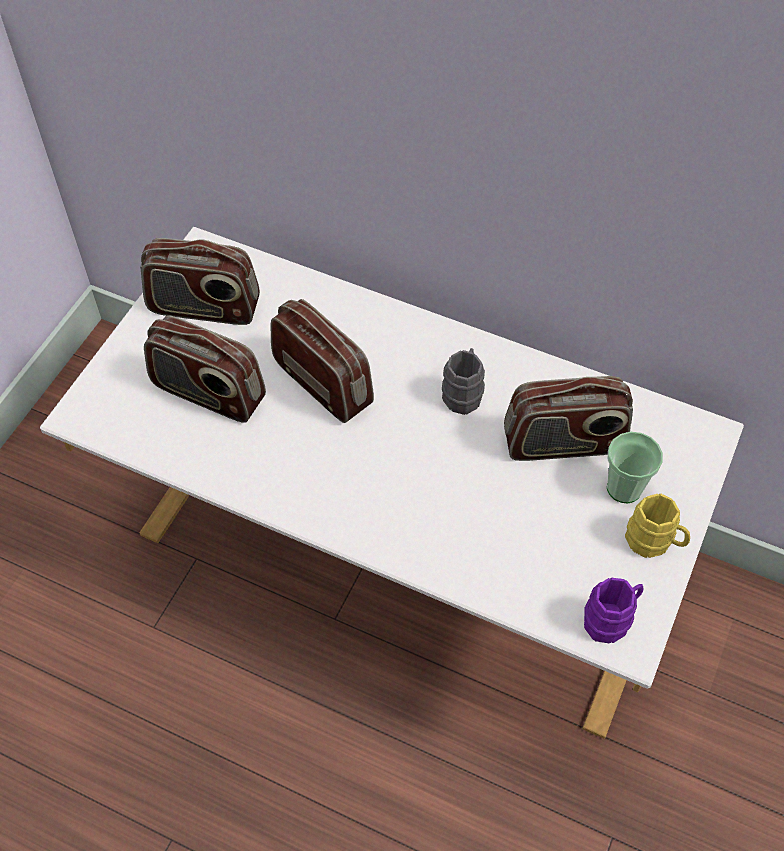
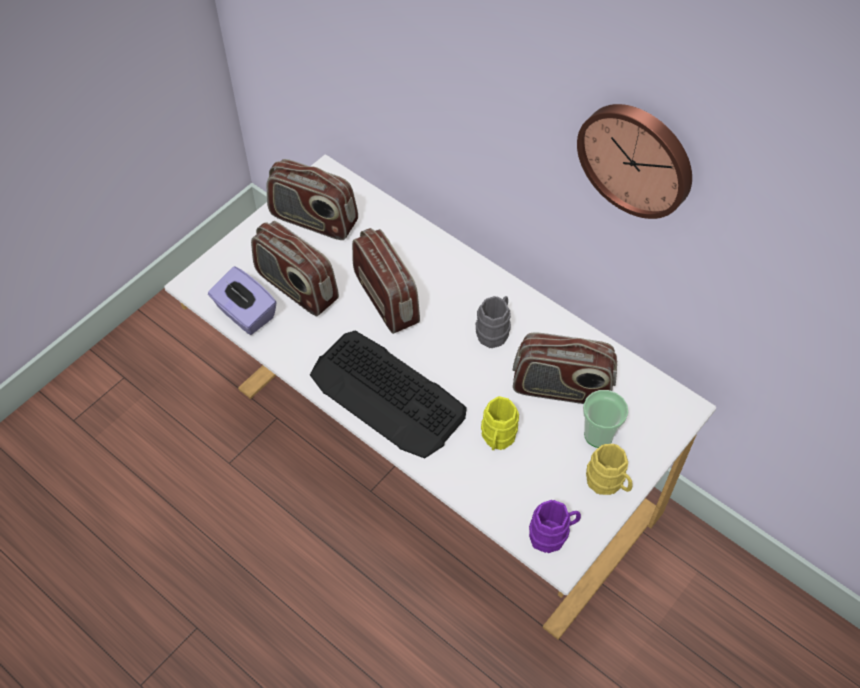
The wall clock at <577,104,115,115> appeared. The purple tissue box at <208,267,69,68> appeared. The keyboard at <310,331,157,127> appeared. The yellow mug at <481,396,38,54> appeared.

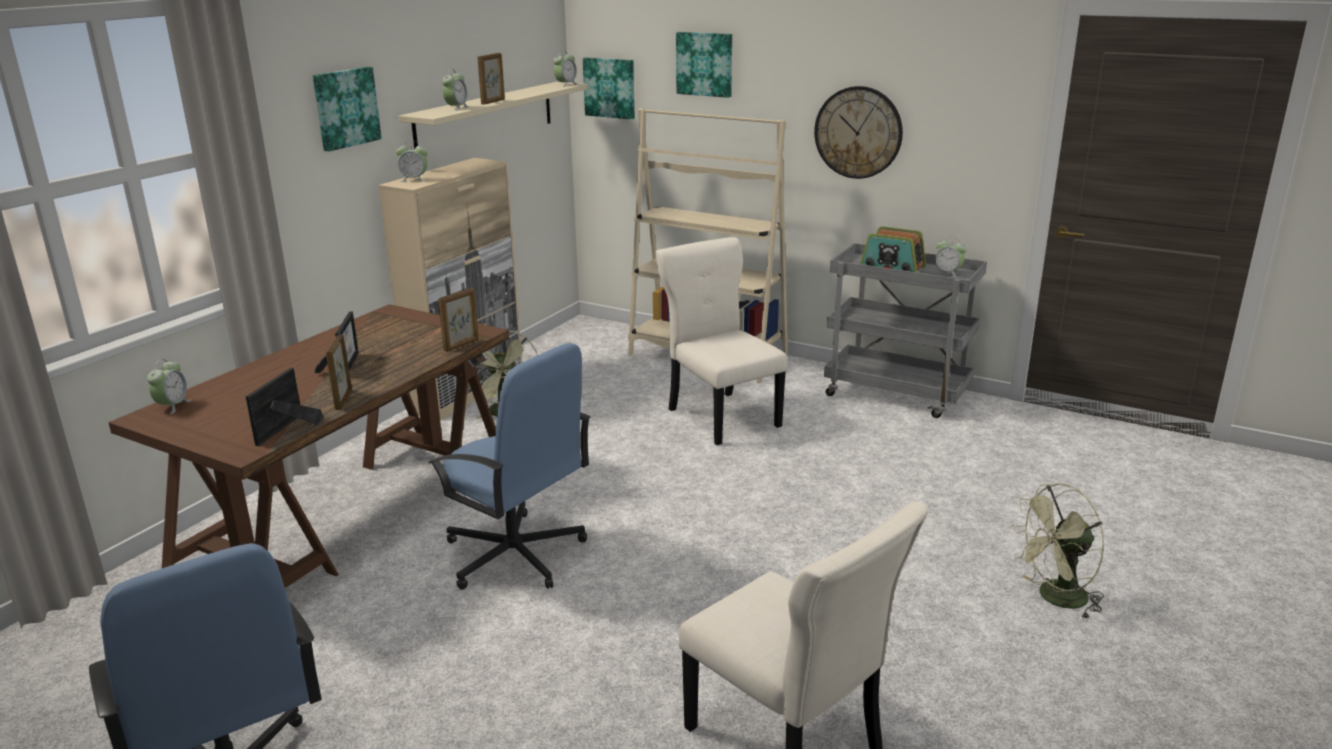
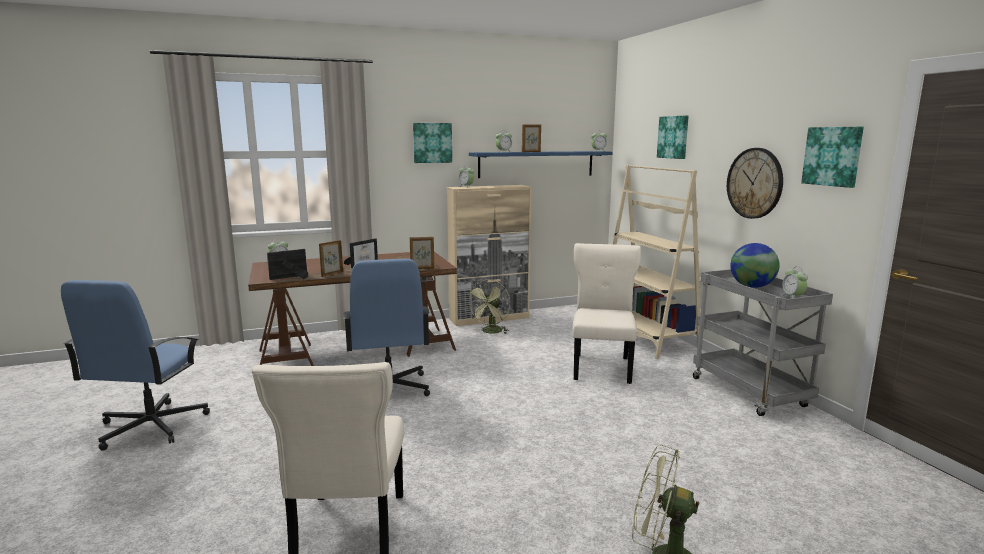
The picture moved from <583,57,52,62> to <801,127,63,61>. The beige shelf at <398,82,190,68> became the blue shelf at <469,151,144,27>. The radio at <860,226,66,46> was replaced by the globe at <730,243,50,45>.

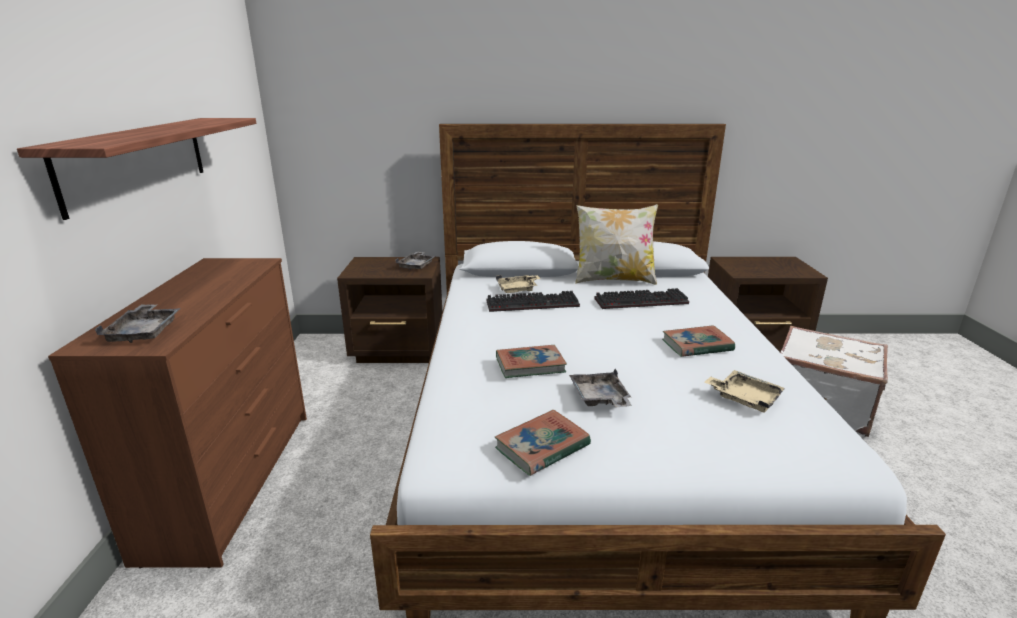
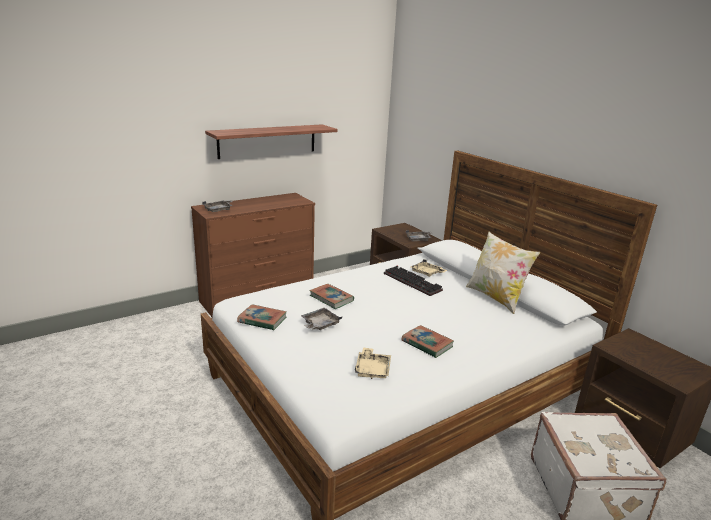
The keyboard at <594,288,95,21> disappeared.

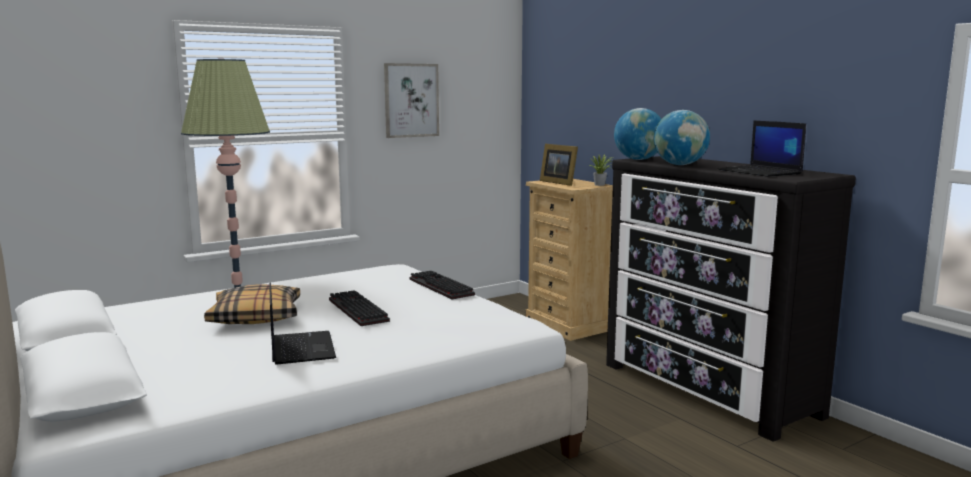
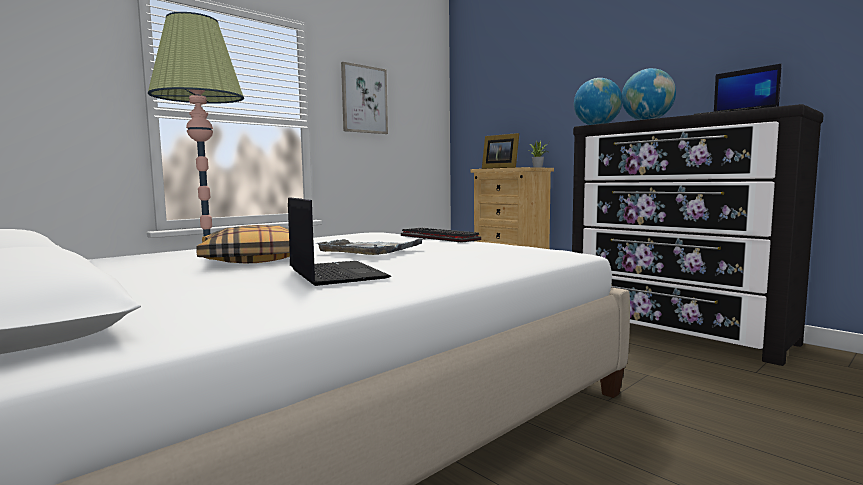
The keyboard at <329,290,61,36> was replaced by the grey tray at <316,238,108,17>.

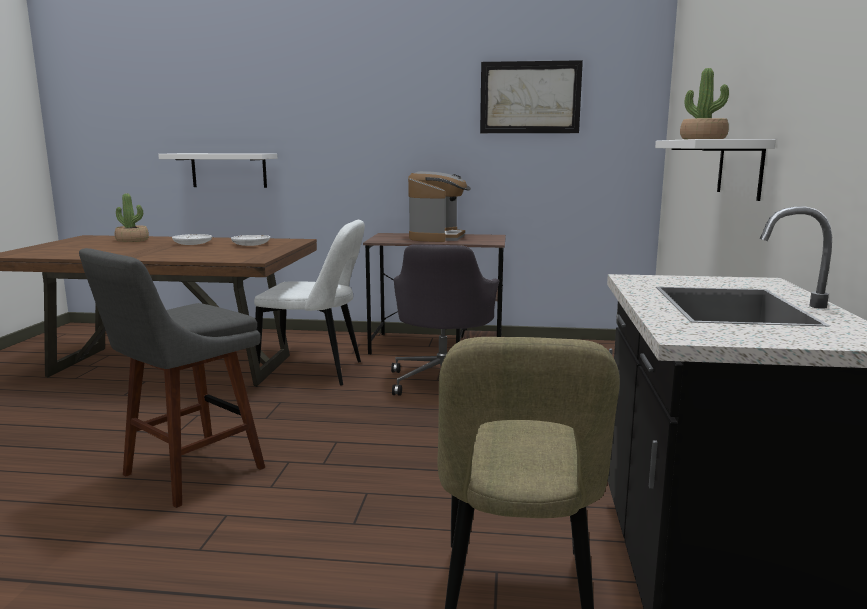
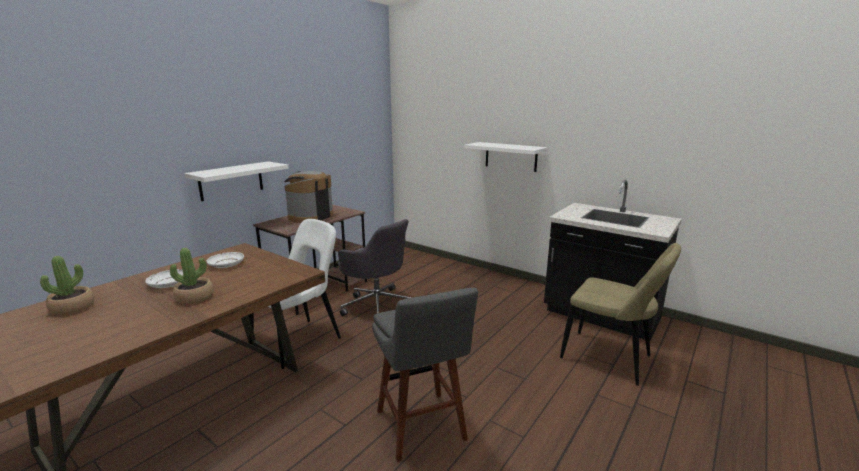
The picture at <480,60,103,73> disappeared. The potted plant moved from <680,68,49,72> to <170,248,43,56>. The white shelf moved from <158,153,119,35> to <184,161,105,40>. The coffee machine at <408,171,63,71> turned 105 degrees counterclockwise.

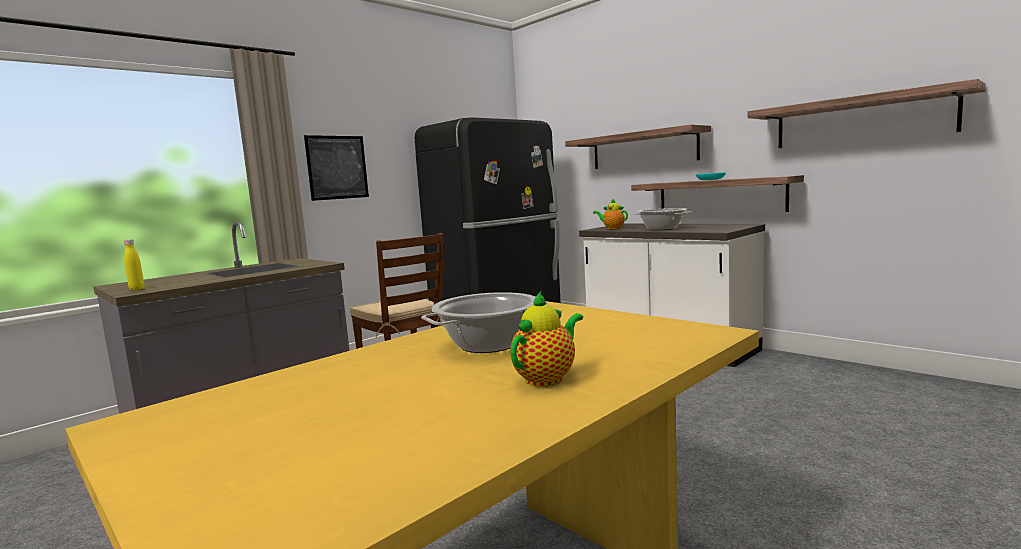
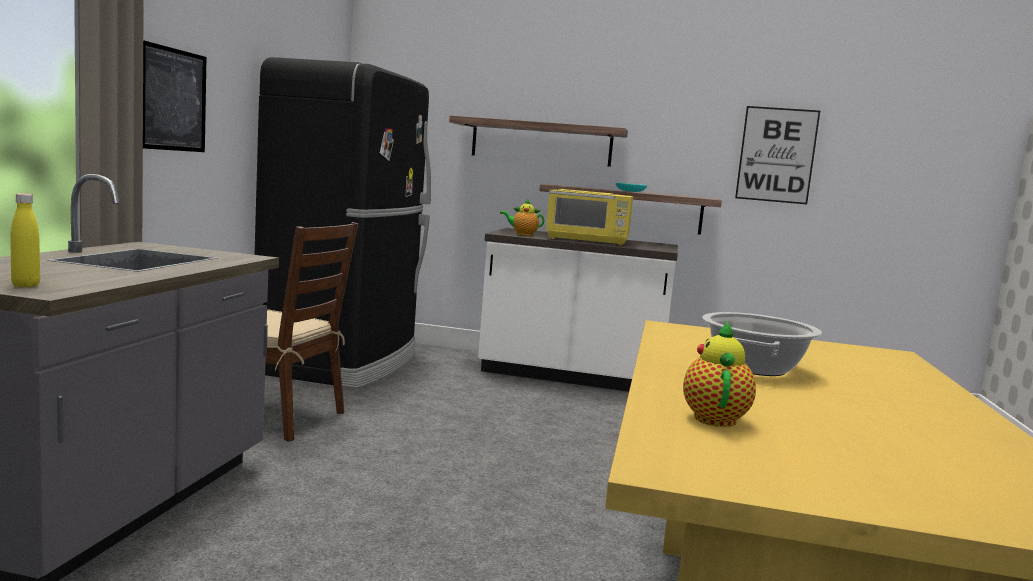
The shelf at <748,79,238,69> was replaced by the picture at <735,106,85,98>. The cooking pot at <634,208,57,22> was replaced by the yellow microwave at <546,189,87,57>. The teapot moved from <510,291,73,96> to <683,321,73,106>.

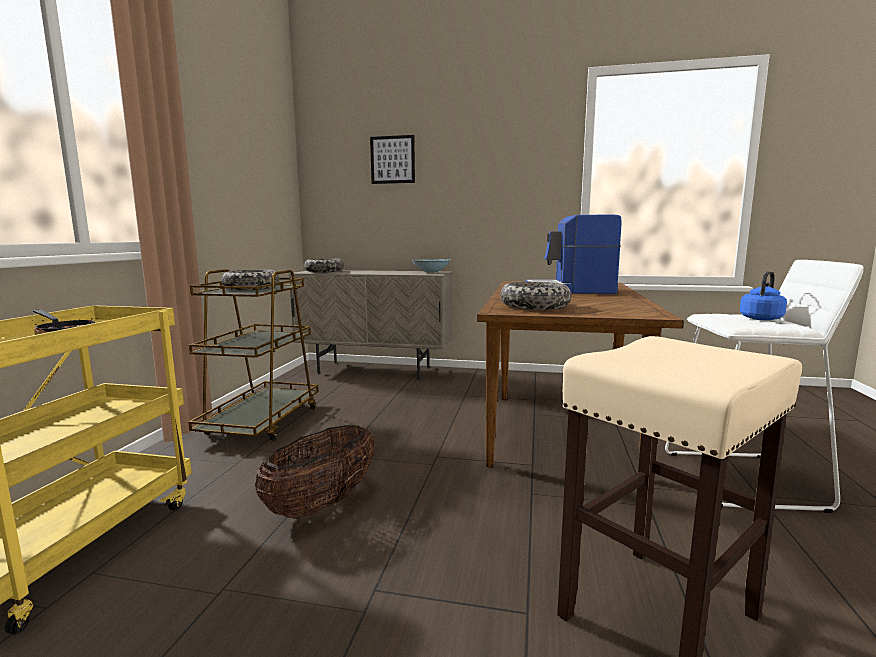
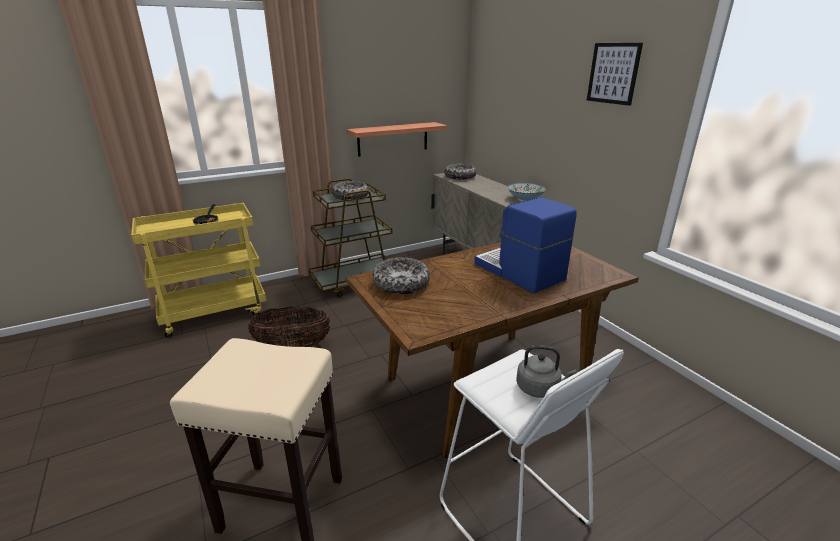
The picture moved from <370,135,45,49> to <587,43,56,63>. The blue kettle at <739,271,48,49> became the grey kettle at <516,345,61,53>. The shelf at <347,122,100,35> appeared.

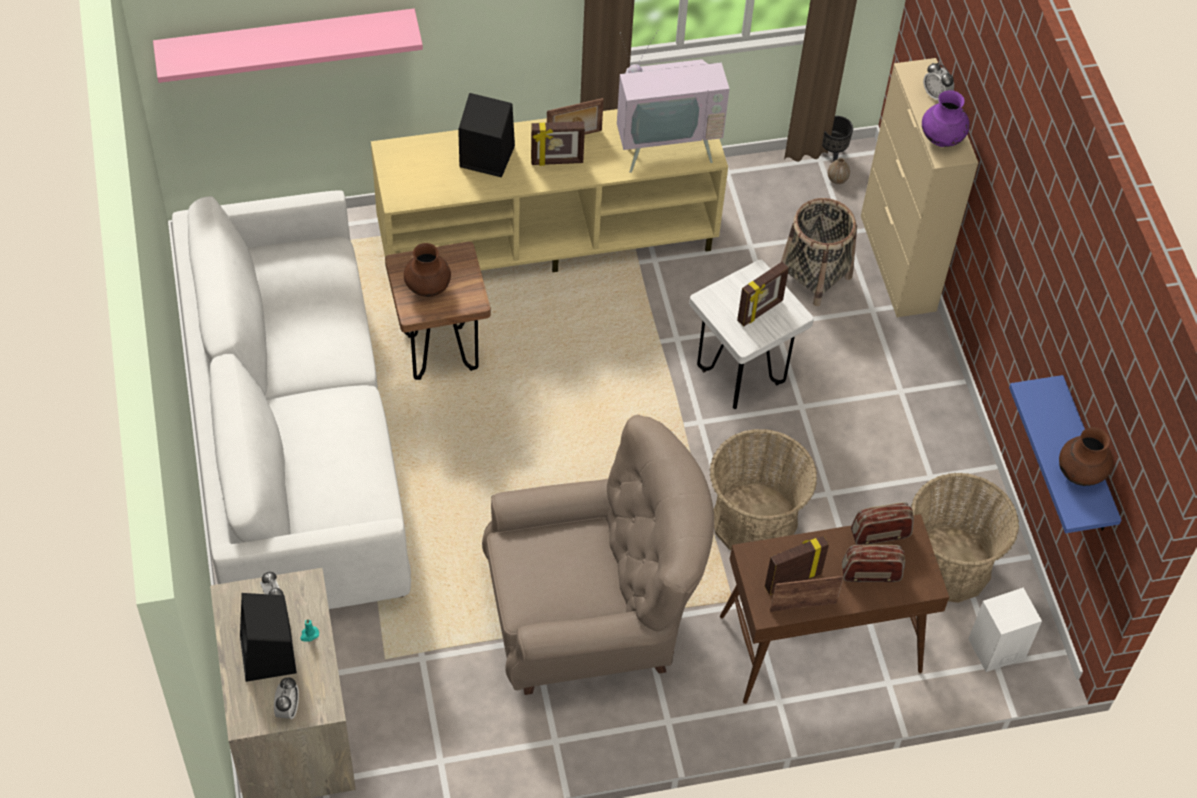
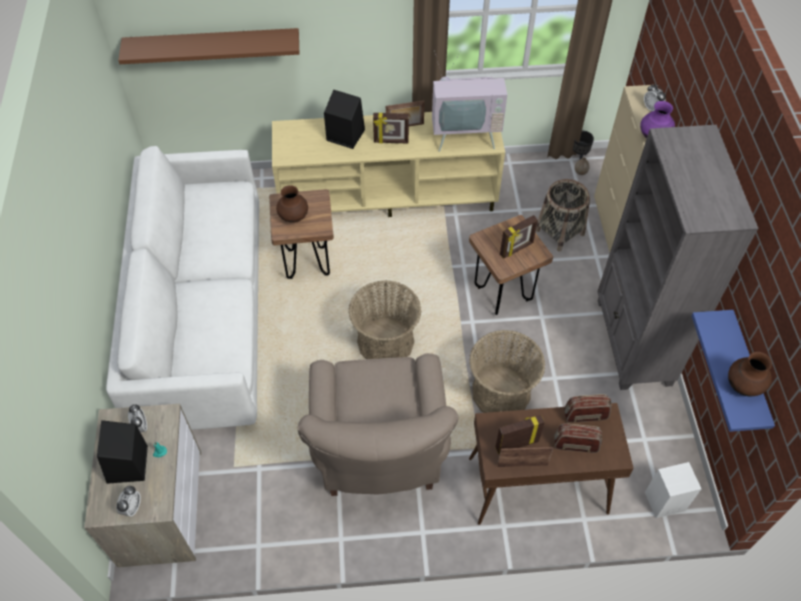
The pink shelf at <153,9,270,74> became the brown shelf at <118,28,181,36>. The white stool at <689,260,125,149> became the brown stool at <469,215,84,100>. The beige armchair at <482,415,232,280> turned 90 degrees clockwise. The basket moved from <911,472,108,131> to <348,280,73,79>. The grey bookcase at <597,125,162,265> appeared.

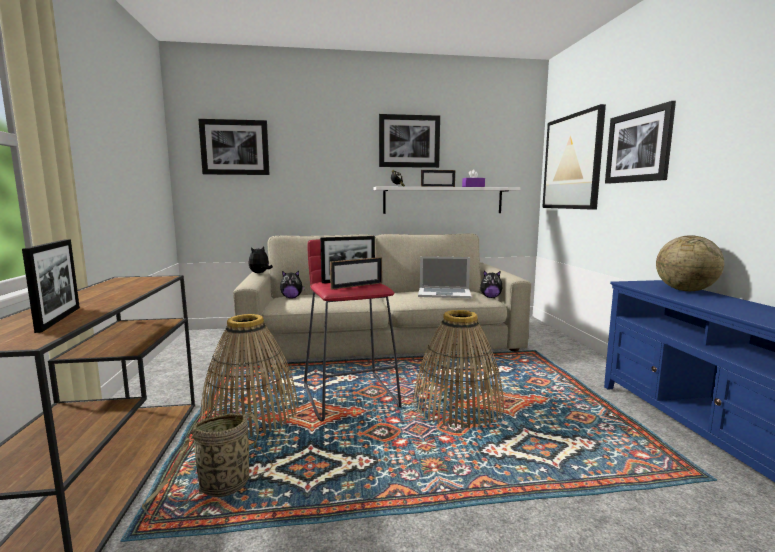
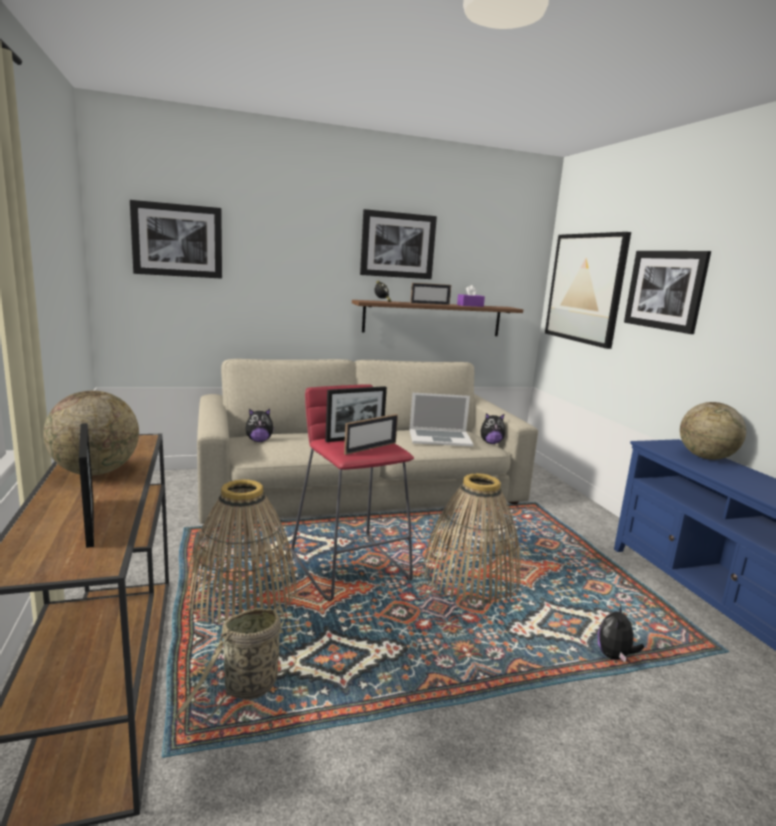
The white shelf at <374,187,146,27> became the brown shelf at <352,300,171,36>. The plush toy moved from <248,246,25,27> to <598,603,46,59>. The globe at <43,391,96,84> appeared.

